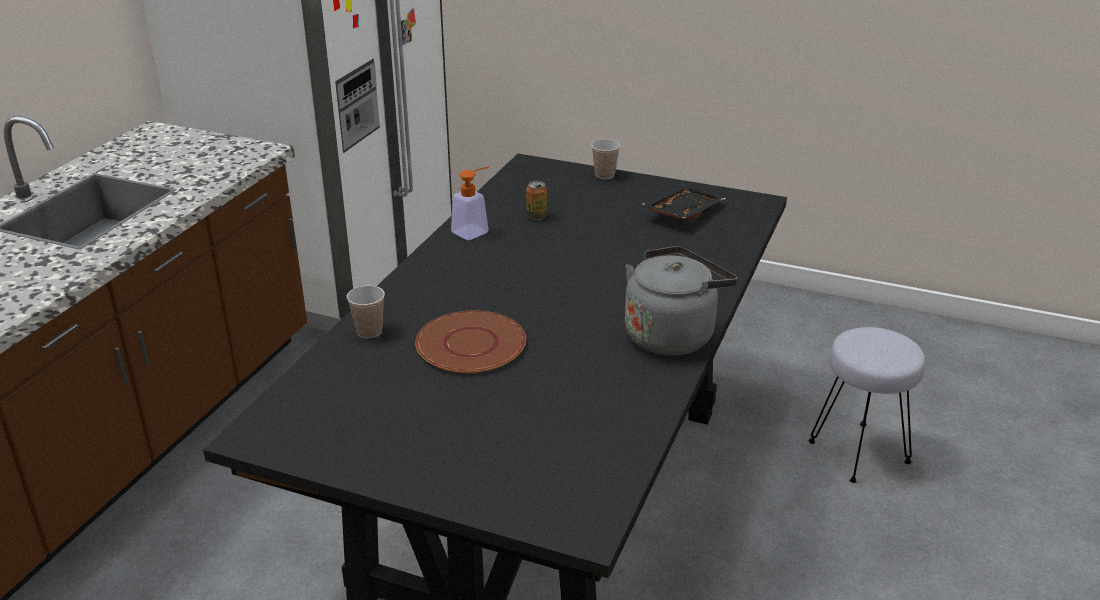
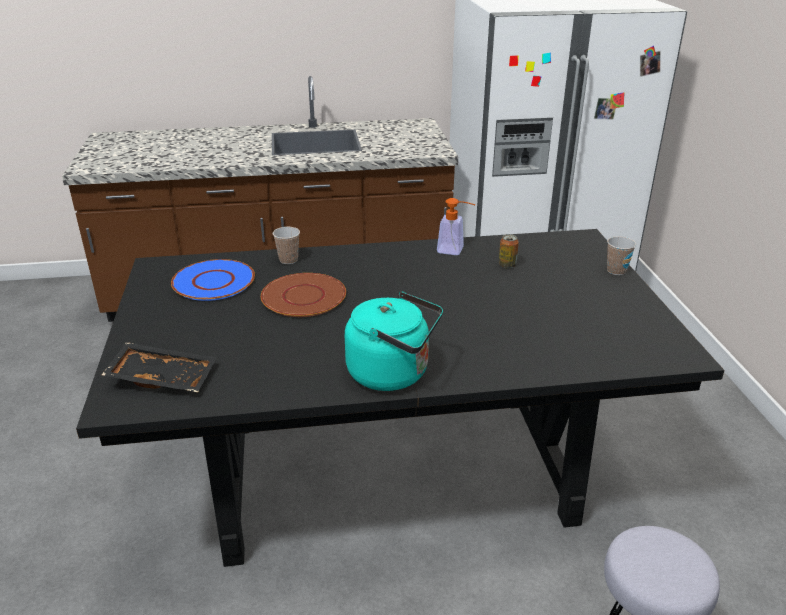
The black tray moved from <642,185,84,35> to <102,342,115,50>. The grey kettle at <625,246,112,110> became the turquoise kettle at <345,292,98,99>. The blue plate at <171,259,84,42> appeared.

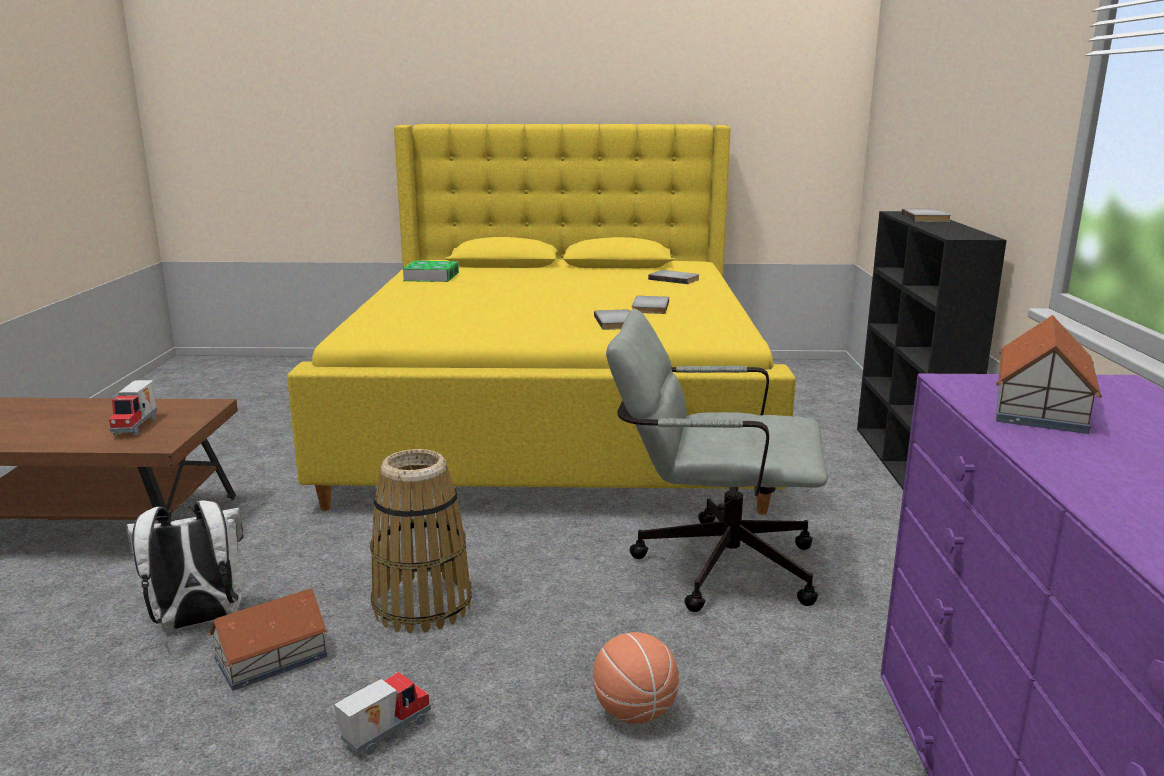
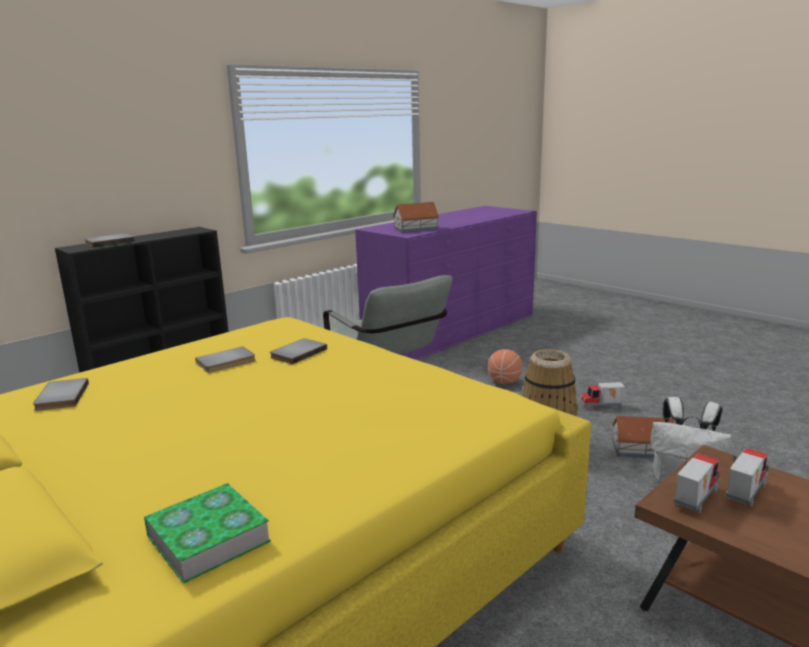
The toy truck at <674,453,46,60> appeared.

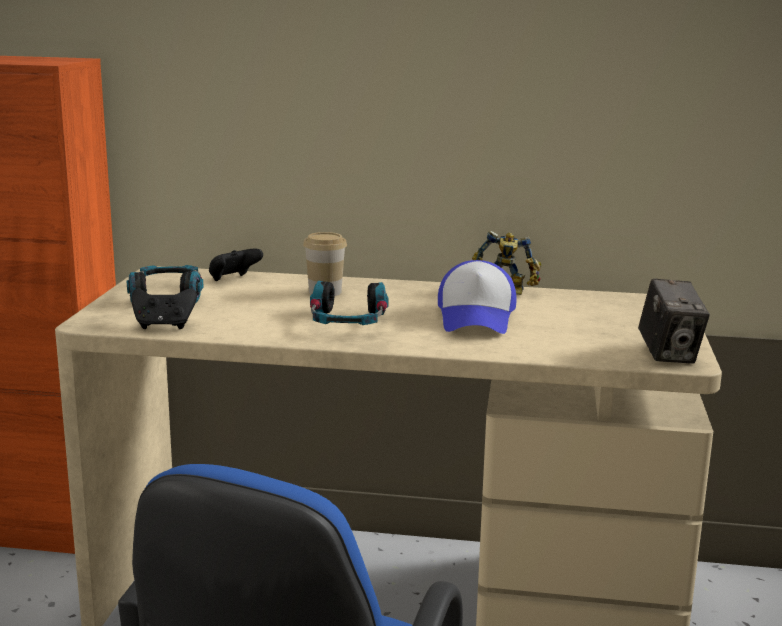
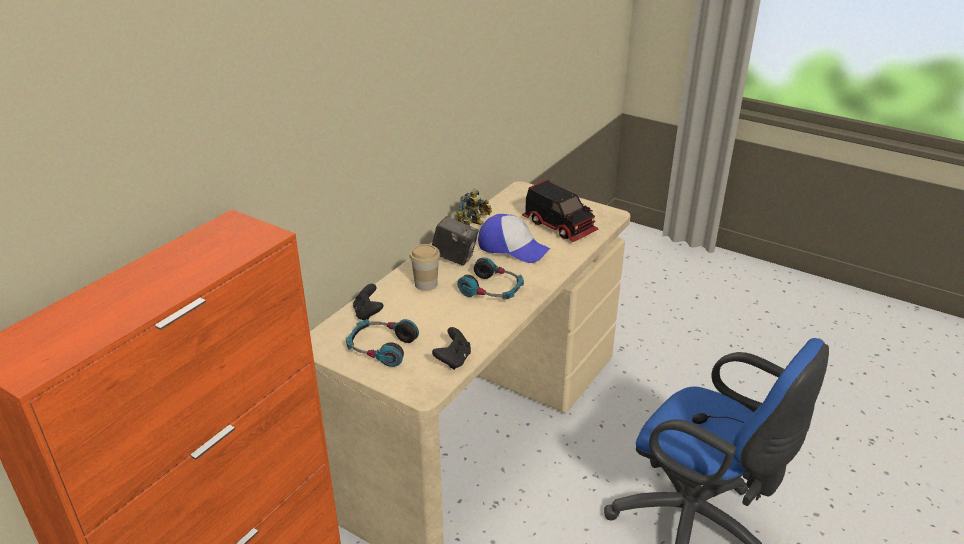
The photo camera moved from <638,279,72,85> to <432,216,47,50>. The toy truck at <522,179,77,63> appeared.

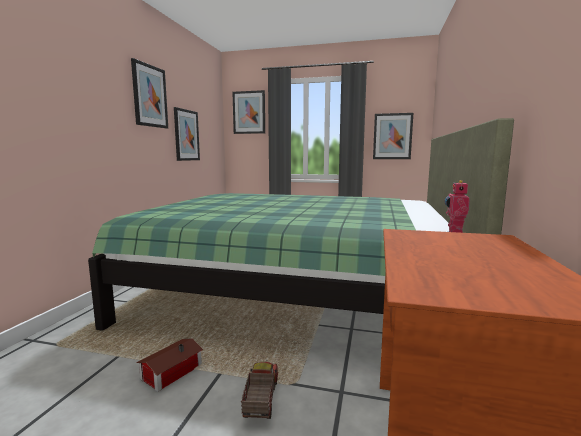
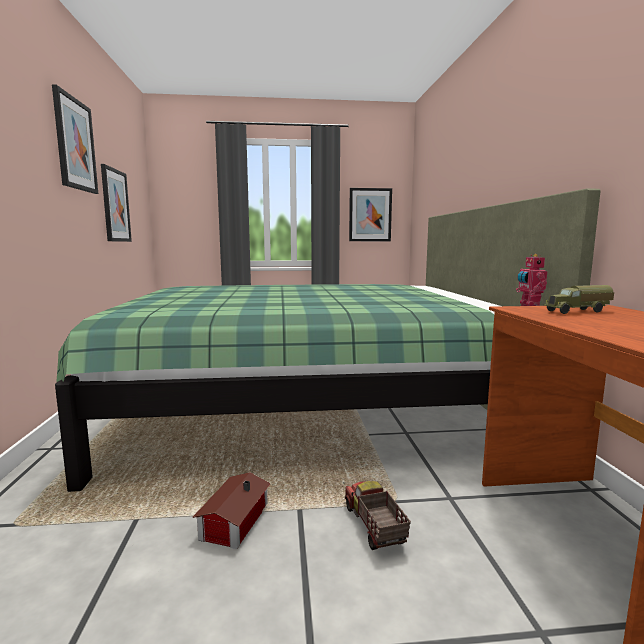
The picture at <232,90,33,44> disappeared. The toy truck at <543,285,71,29> appeared.

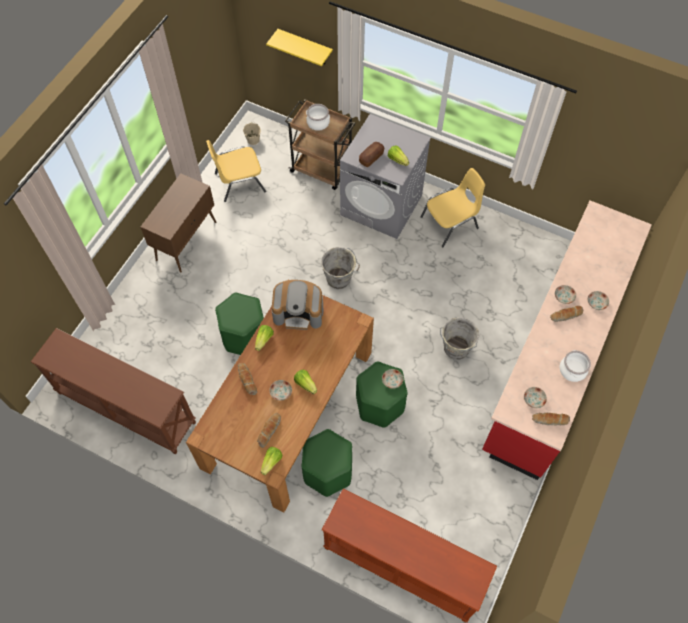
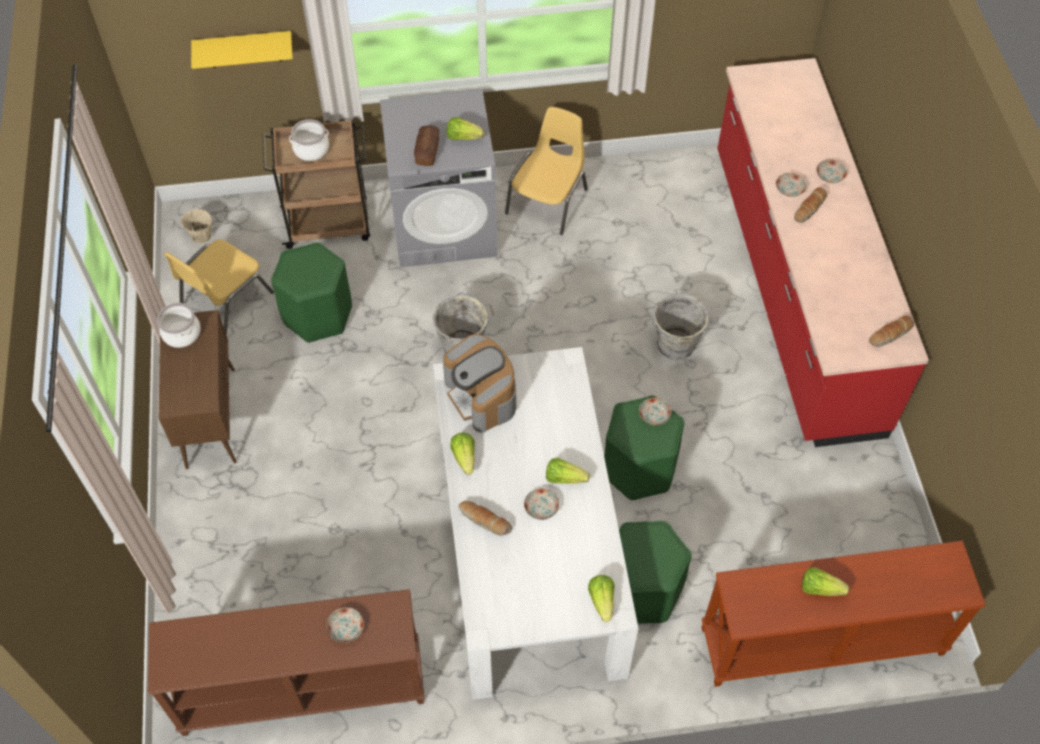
The coffee machine at <272,280,52,50> turned 90 degrees clockwise. The green stool moved from <215,293,49,62> to <271,242,81,101>. The brown dining table at <186,295,188,218> became the white dining table at <433,347,206,353>. The cooking pot moved from <560,350,31,32> to <157,303,44,45>. The plate moved from <524,387,23,22> to <326,607,38,36>. The bread at <257,413,24,35> disappeared. The lettuce at <802,567,47,29> appeared.

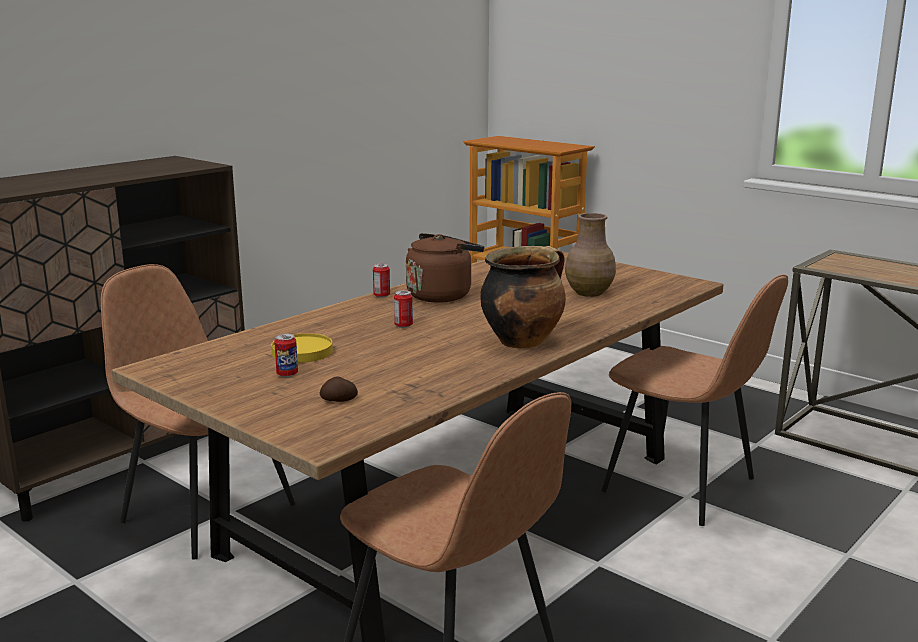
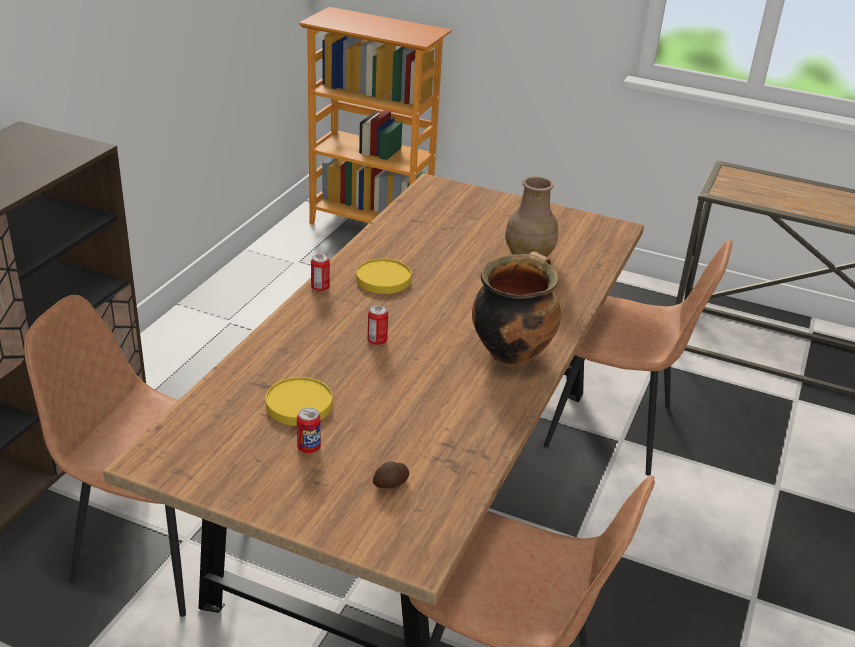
The brown kettle at <406,233,78,70> was replaced by the yellow plate at <356,258,55,36>.

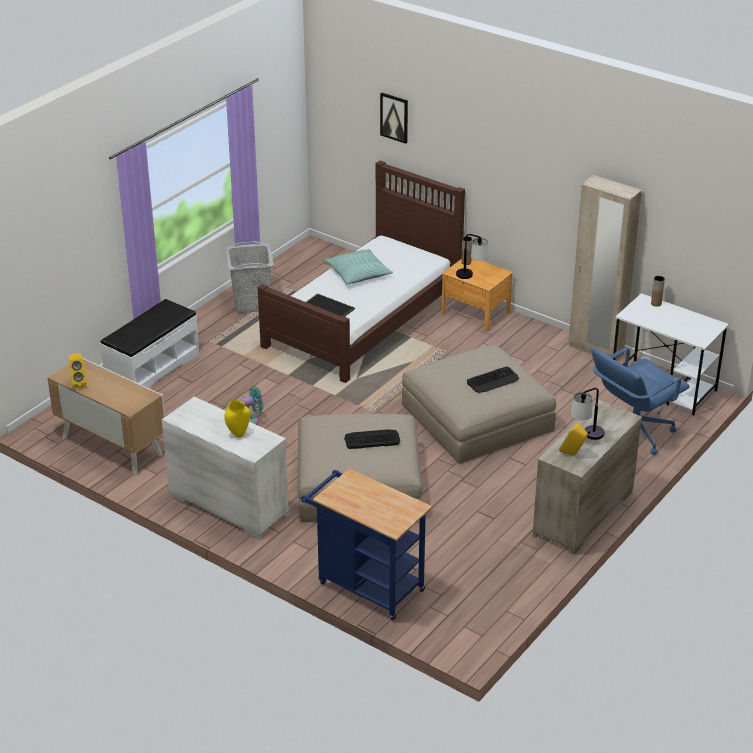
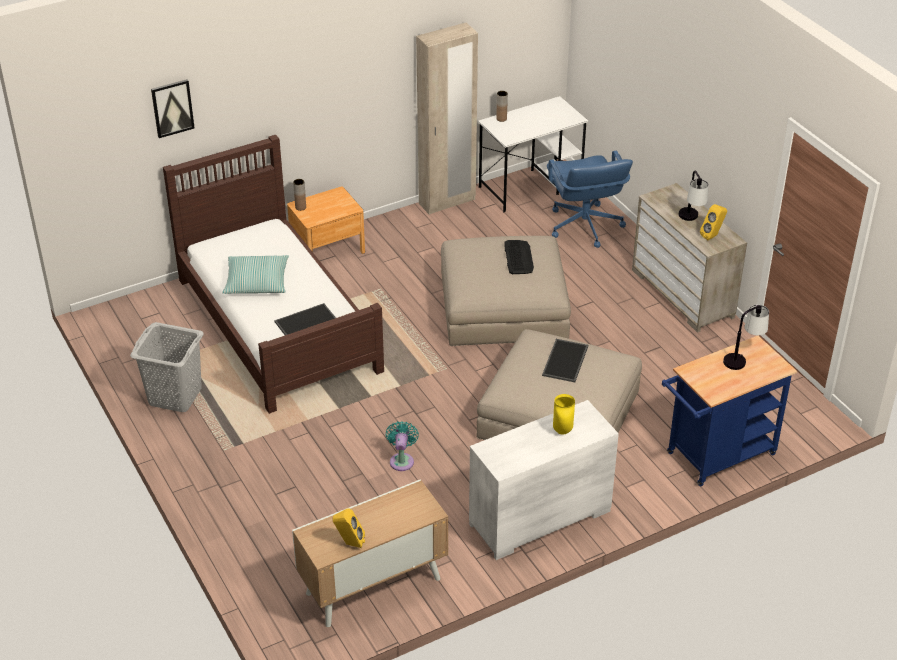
The table lamp moved from <456,234,32,45> to <723,304,46,66>. The white bench at <100,299,99,89> disappeared. The keyboard at <344,429,56,20> was replaced by the tray at <542,339,46,43>.

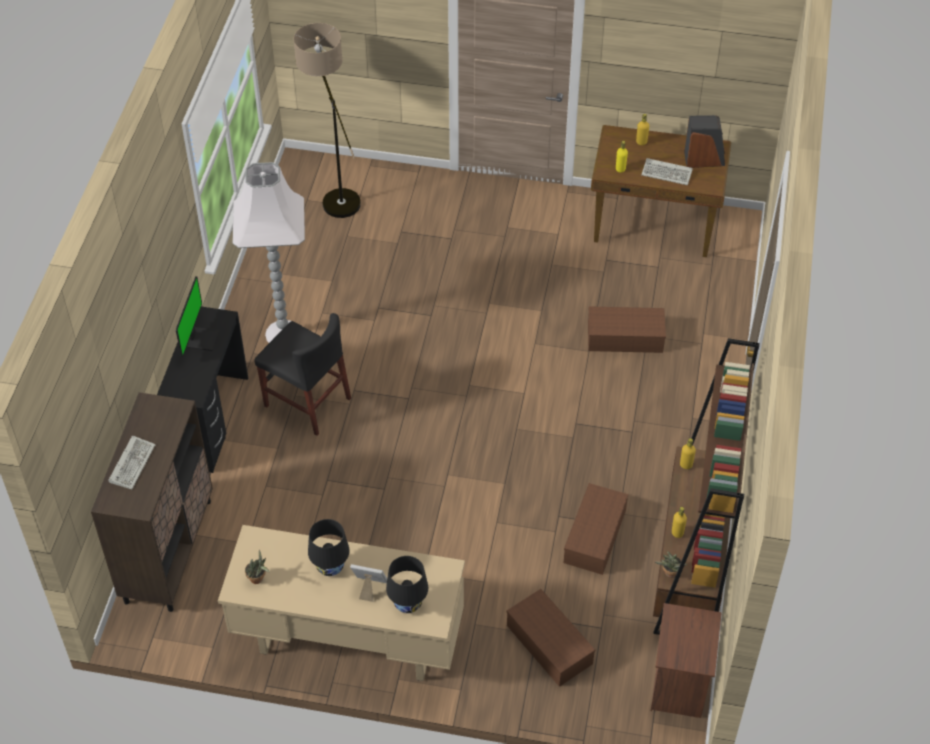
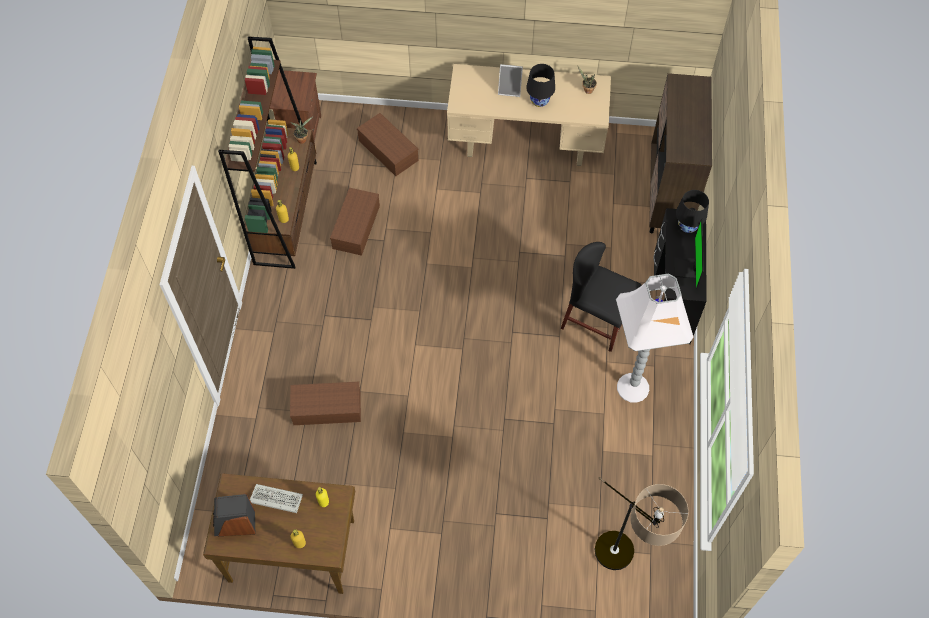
The keyboard at <108,435,48,54> disappeared. The black table lamp moved from <386,556,42,57> to <676,190,33,43>.

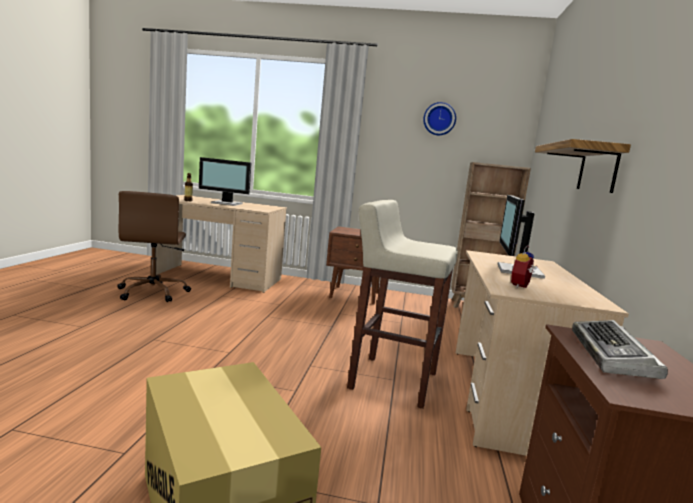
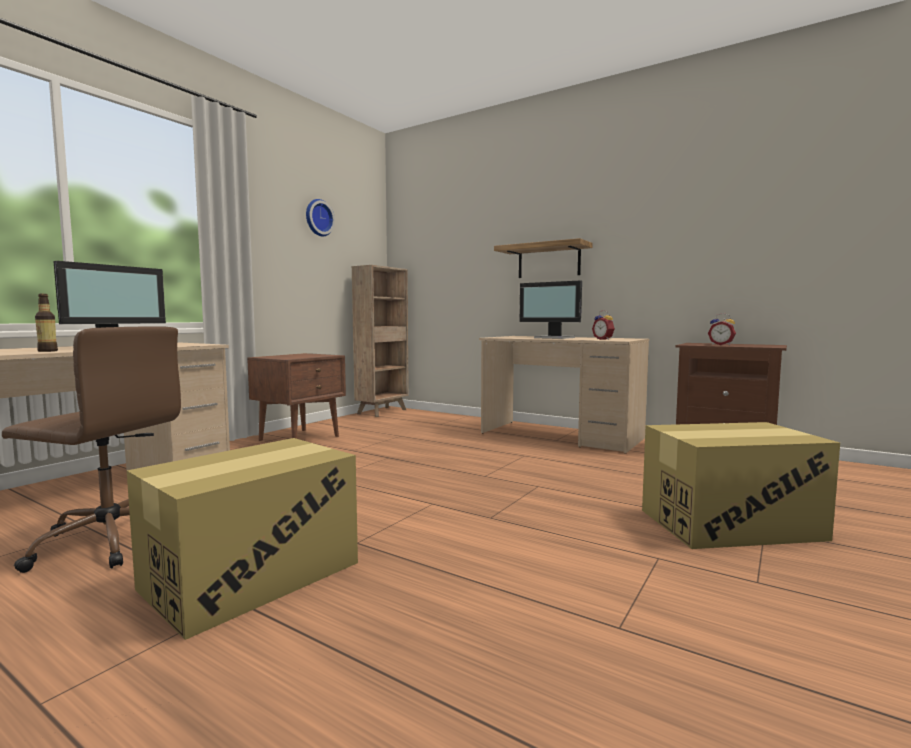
The beige stool at <347,200,111,209> disappeared. The keyboard at <572,320,96,59> was replaced by the alarm clock at <708,313,28,32>. The cardboard box at <127,438,231,202> appeared.

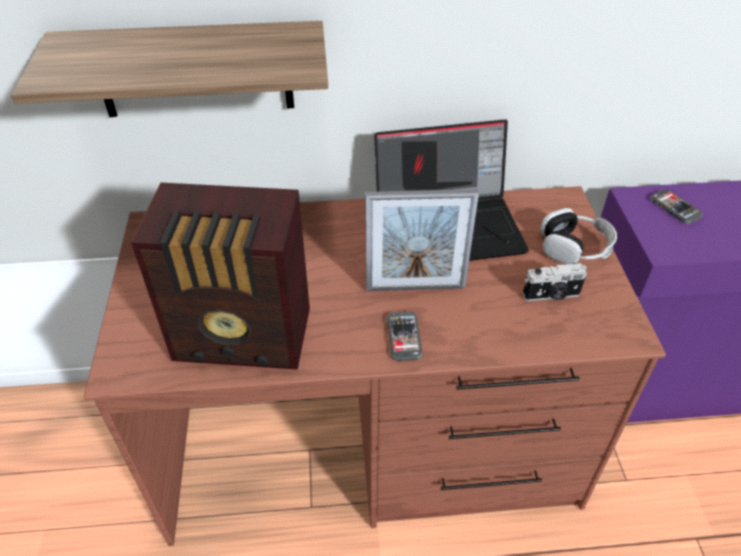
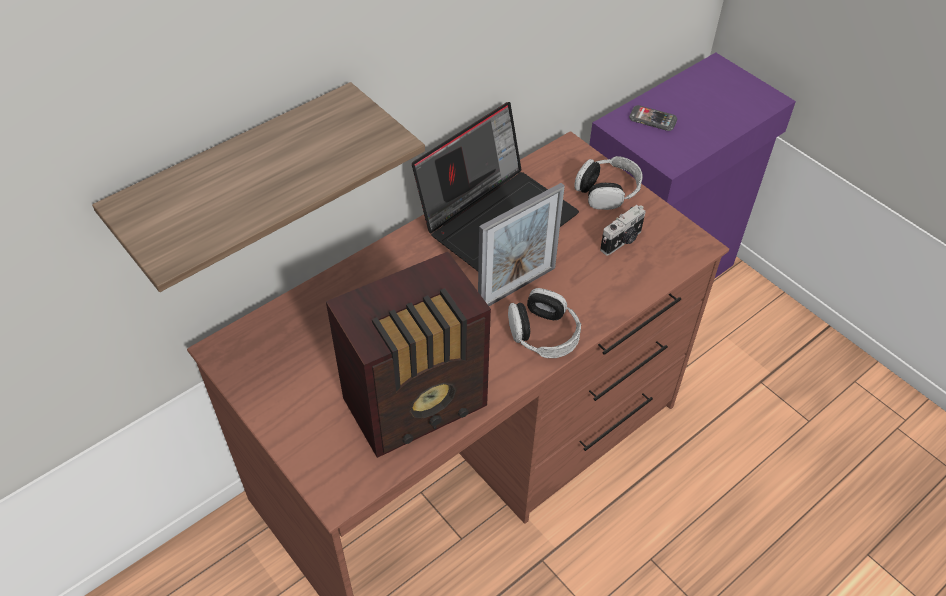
The phone at <387,312,36,49> was replaced by the headphones at <508,288,73,70>.

